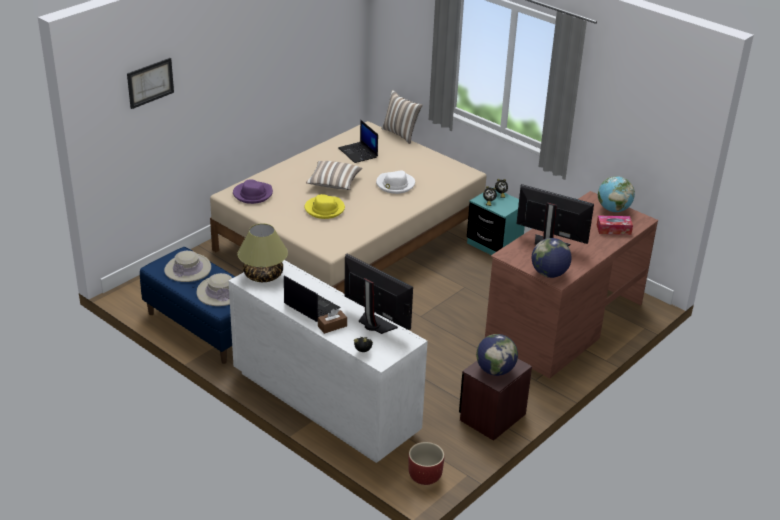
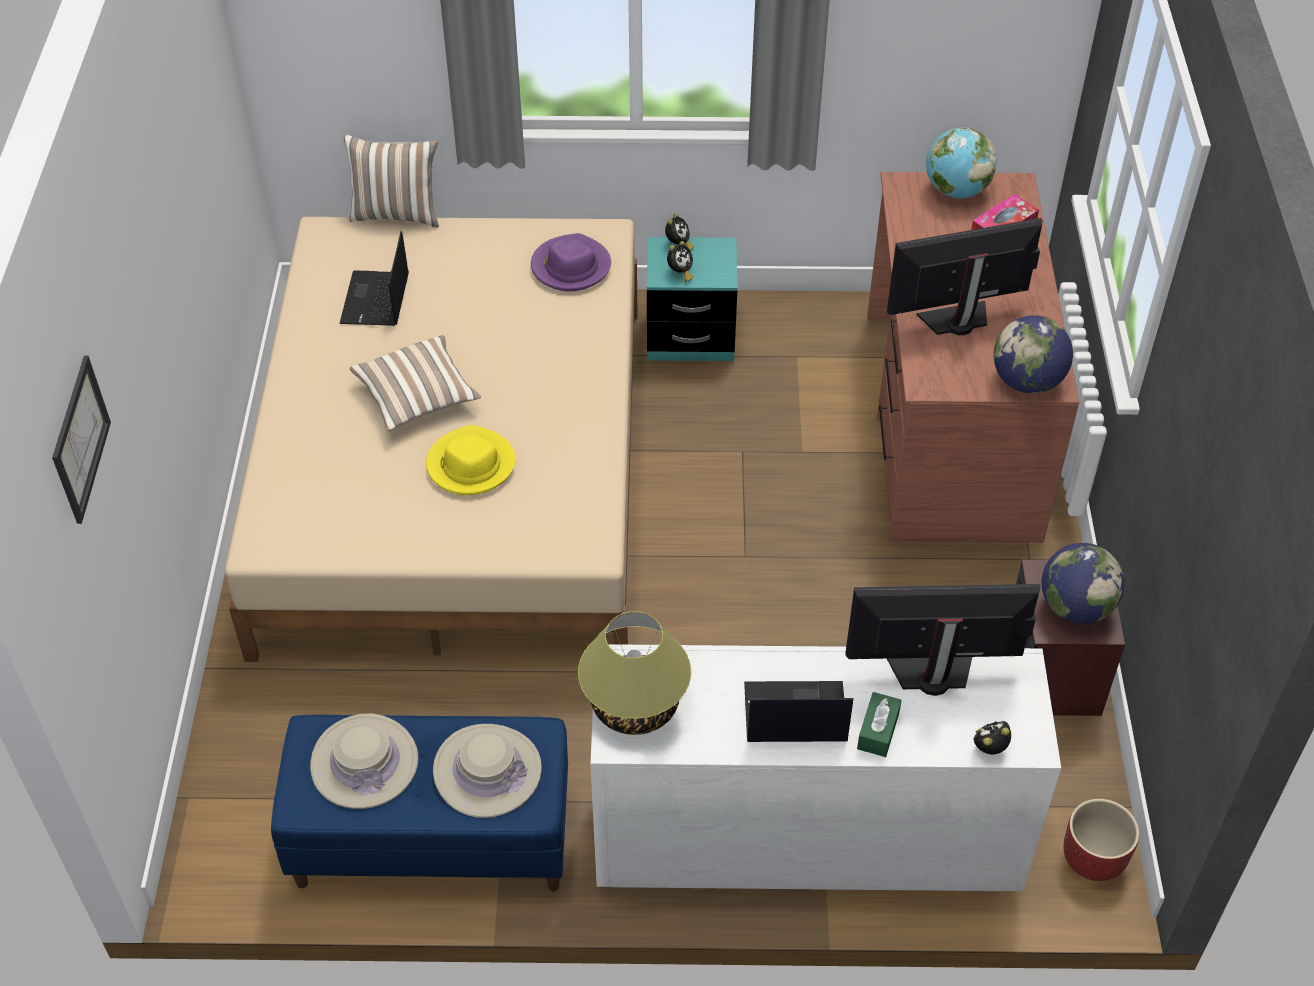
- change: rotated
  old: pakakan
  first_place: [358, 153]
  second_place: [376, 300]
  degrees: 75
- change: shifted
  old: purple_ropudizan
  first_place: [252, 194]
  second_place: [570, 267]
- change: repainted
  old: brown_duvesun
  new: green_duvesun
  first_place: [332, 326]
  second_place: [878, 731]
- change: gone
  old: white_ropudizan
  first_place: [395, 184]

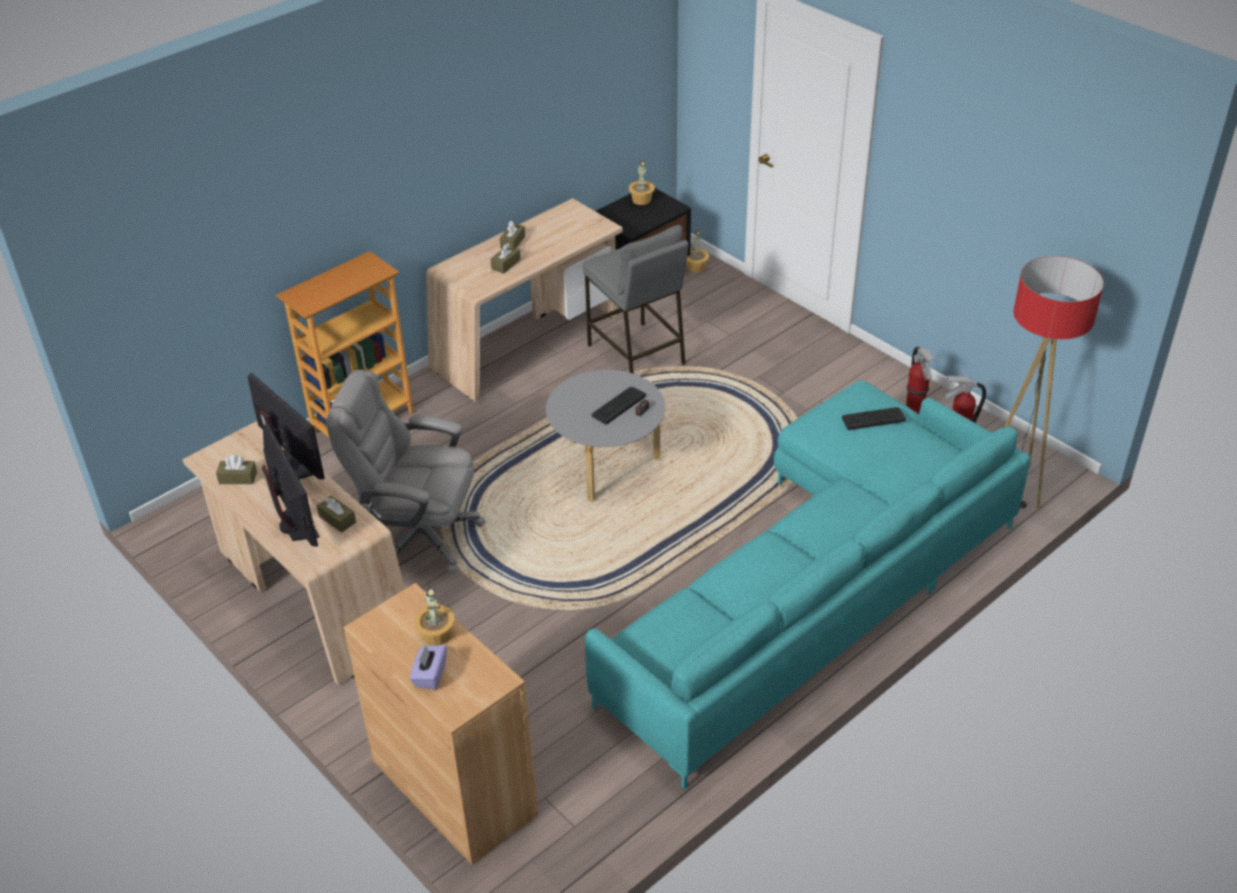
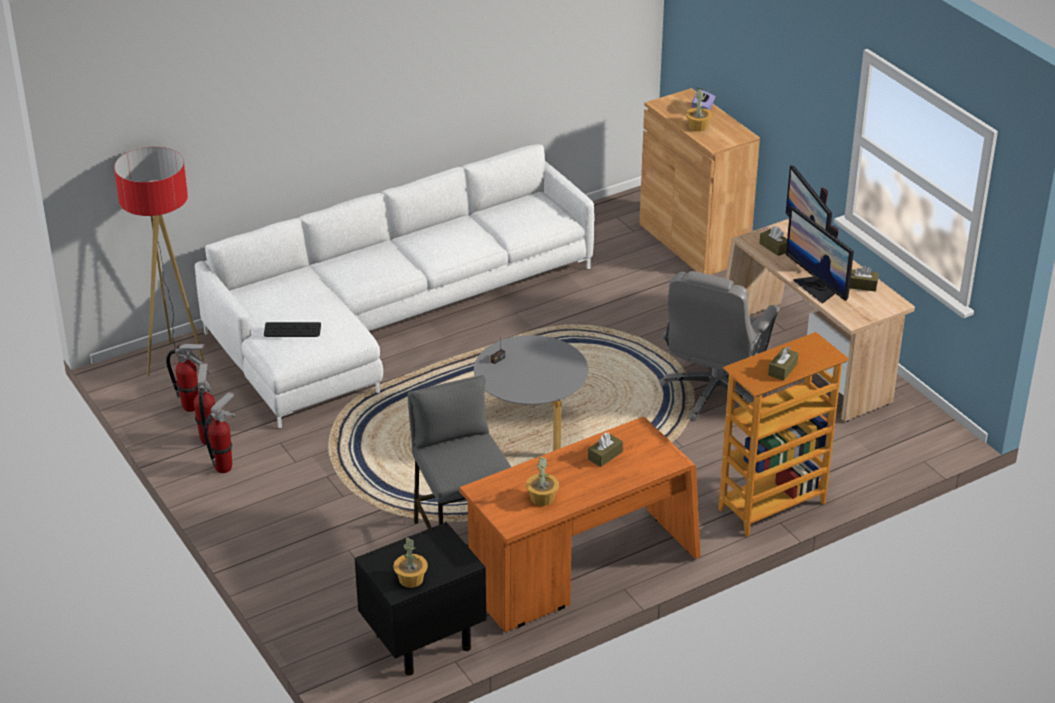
- change: repainted
  old: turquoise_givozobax
  new: white_givozobax
  first_place: [817, 586]
  second_place: [389, 315]
- change: new
  new: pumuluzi
  second_place: [224, 467]
- change: repainted
  old: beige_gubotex
  new: orange_gubotex
  first_place: [528, 343]
  second_place: [582, 573]
- change: shifted
  old: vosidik
  first_place: [696, 267]
  second_place: [542, 498]
- change: rotated
  old: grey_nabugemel
  first_place: [419, 537]
  second_place: [714, 393]
  degrees: 90
- change: shifted
  old: brown_duvesun
  first_place: [513, 242]
  second_place: [782, 369]
- change: gone
  old: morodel
  first_place: [618, 405]

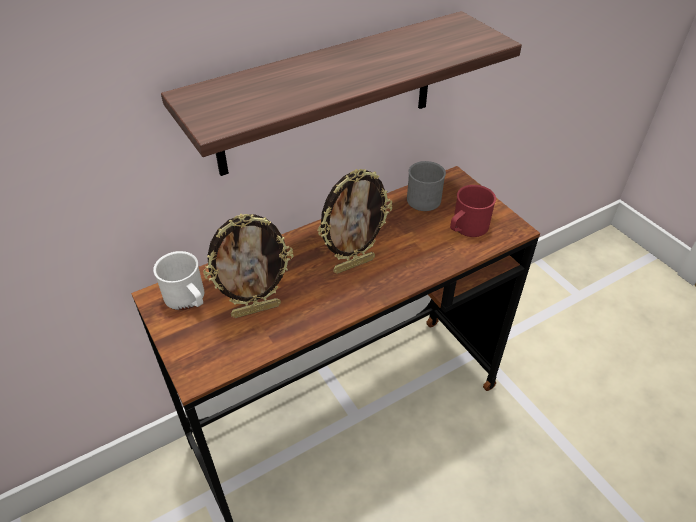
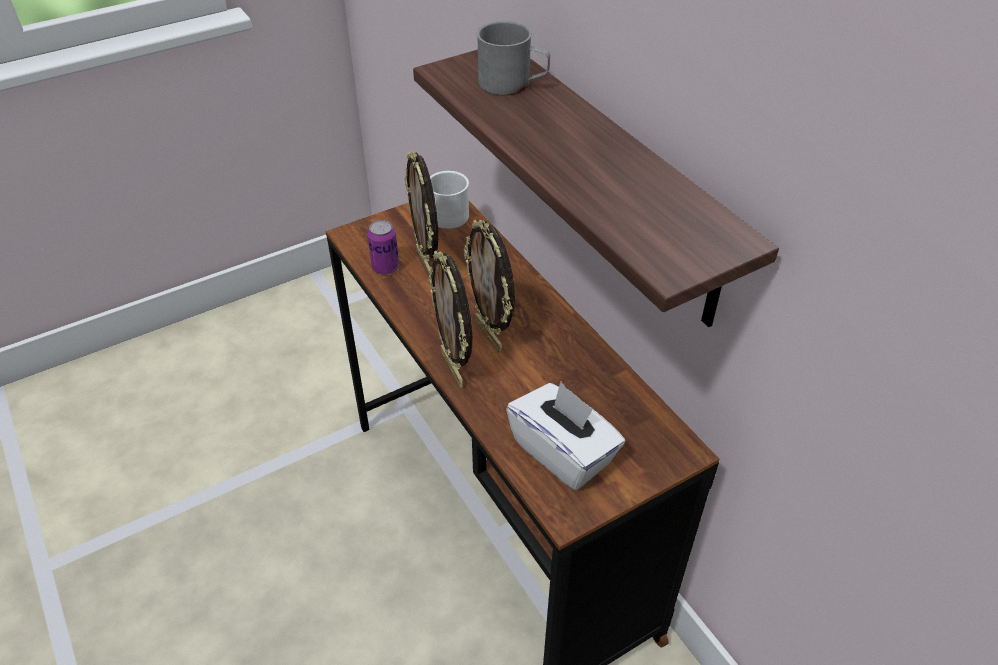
- change: new
  new: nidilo
  second_place: [385, 267]
- change: new
  new: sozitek
  second_place: [454, 369]
- change: shifted
  old: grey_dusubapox
  first_place: [425, 196]
  second_place: [513, 84]
- change: swapped
  old: red_dusubapox
  new: white_duvesun
  first_place: [466, 228]
  second_place: [563, 453]

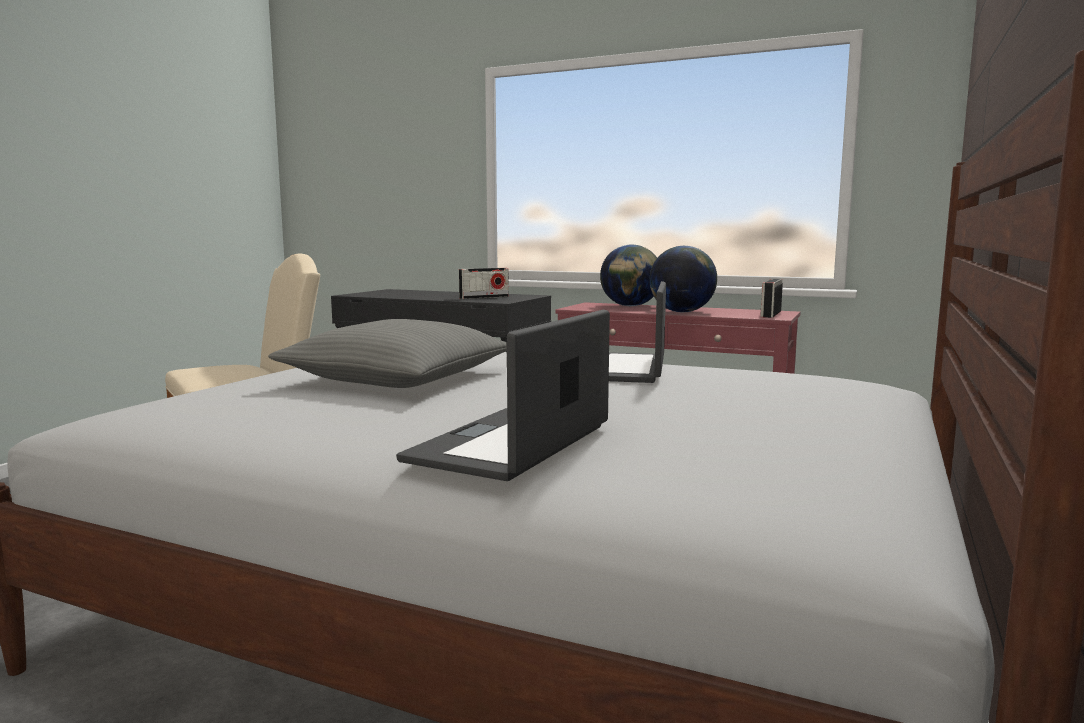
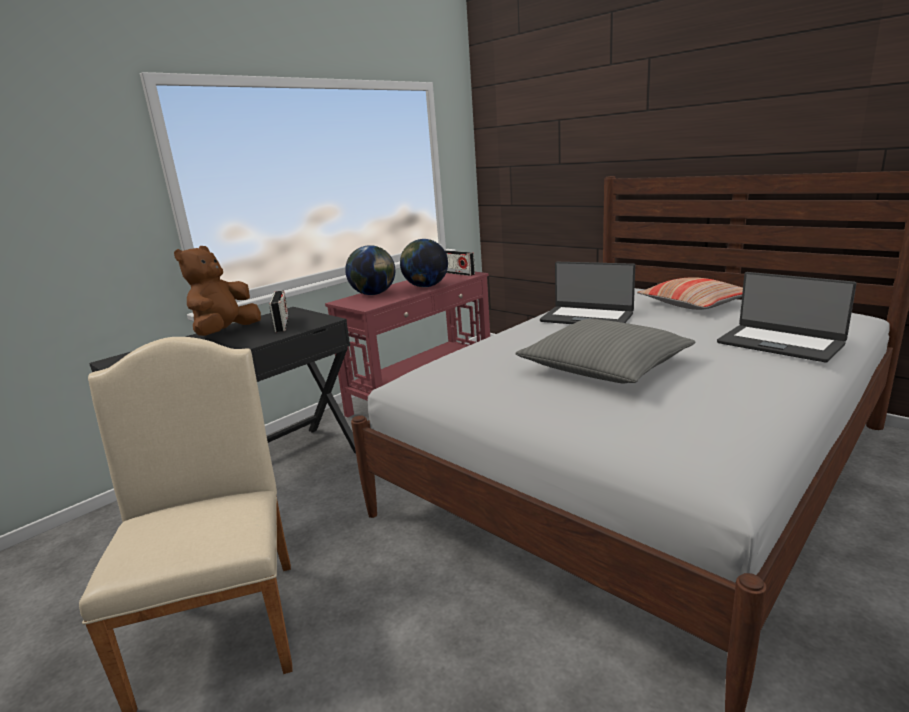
- change: new
  new: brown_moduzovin
  second_place: [225, 333]
- change: new
  new: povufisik
  second_place: [694, 304]

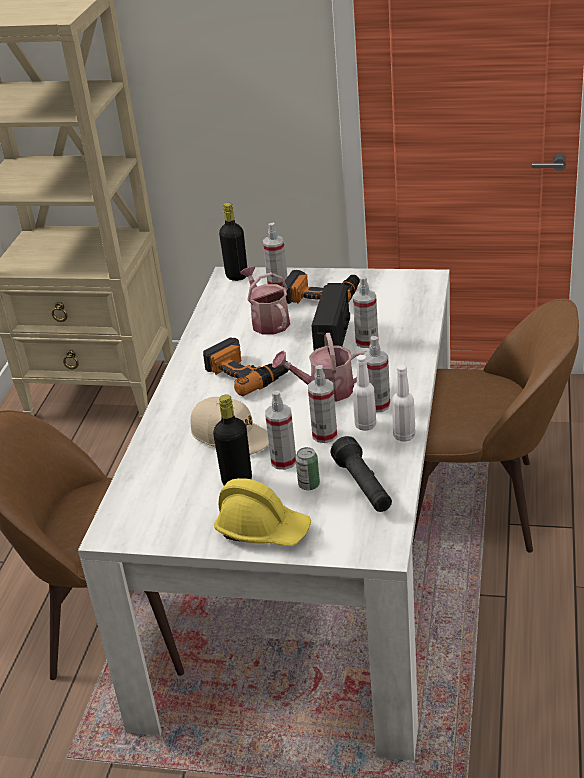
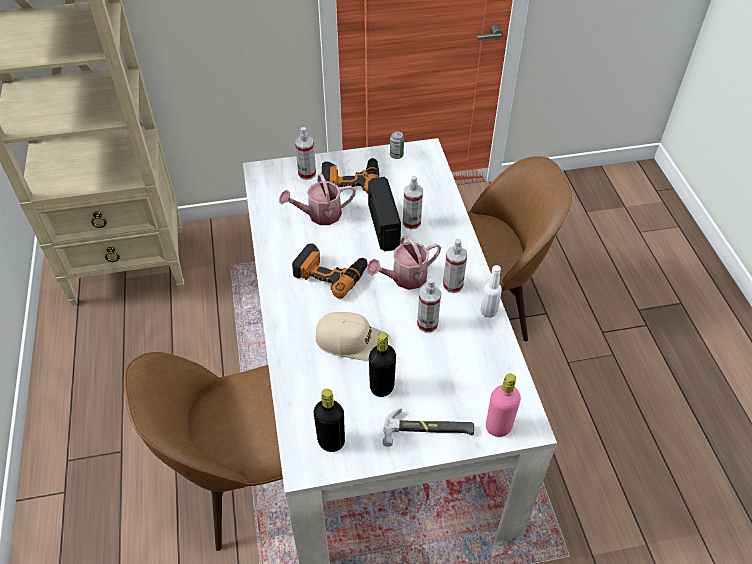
- change: rotated
  old: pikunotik
  first_place: [268, 321]
  second_place: [319, 215]
  degrees: -60
- change: shifted
  old: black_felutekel
  first_place: [237, 276]
  second_place: [331, 441]
- change: swapped
  old: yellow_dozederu
  new: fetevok
  first_place: [263, 529]
  second_place: [428, 431]
- change: shifted
  old: nidilo
  first_place: [309, 485]
  second_place: [396, 155]
- change: new
  new: pink_felutekel
  second_place: [498, 427]
- change: gone
  old: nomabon
  first_place: [283, 461]
- change: gone
  old: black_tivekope
  first_place: [363, 486]
- change: gone
  old: white_felutekel
  first_place: [365, 425]

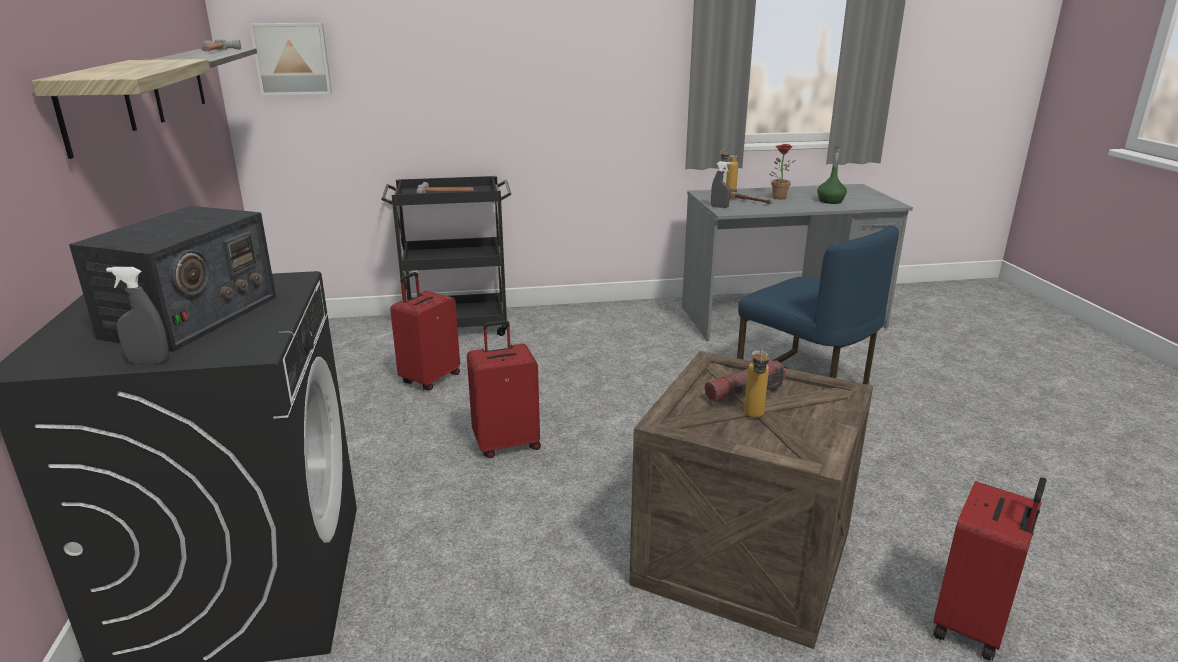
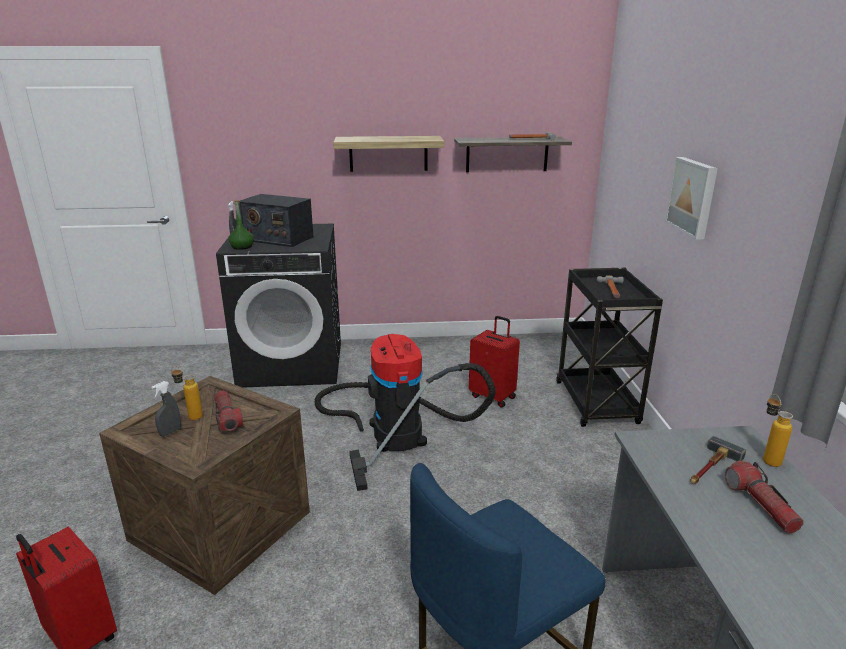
- change: shifted
  old: grey_nomabon
  first_place: [719, 207]
  second_place: [170, 432]
- change: shifted
  old: green_felutekel
  first_place: [830, 201]
  second_place: [242, 247]
- change: swapped
  old: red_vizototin
  new: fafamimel
  first_place: [506, 443]
  second_place: [394, 430]
- change: shifted
  old: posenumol
  first_place: [292, 59]
  second_place: [693, 197]
- change: swapped
  old: vosidik
  new: tivekope
  first_place: [777, 197]
  second_place: [760, 505]

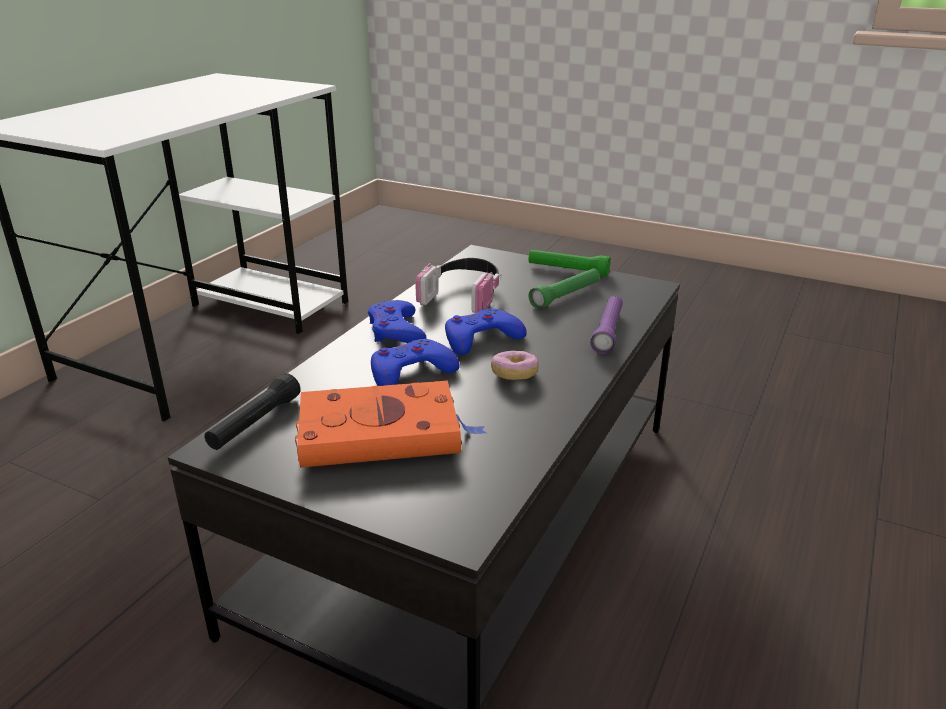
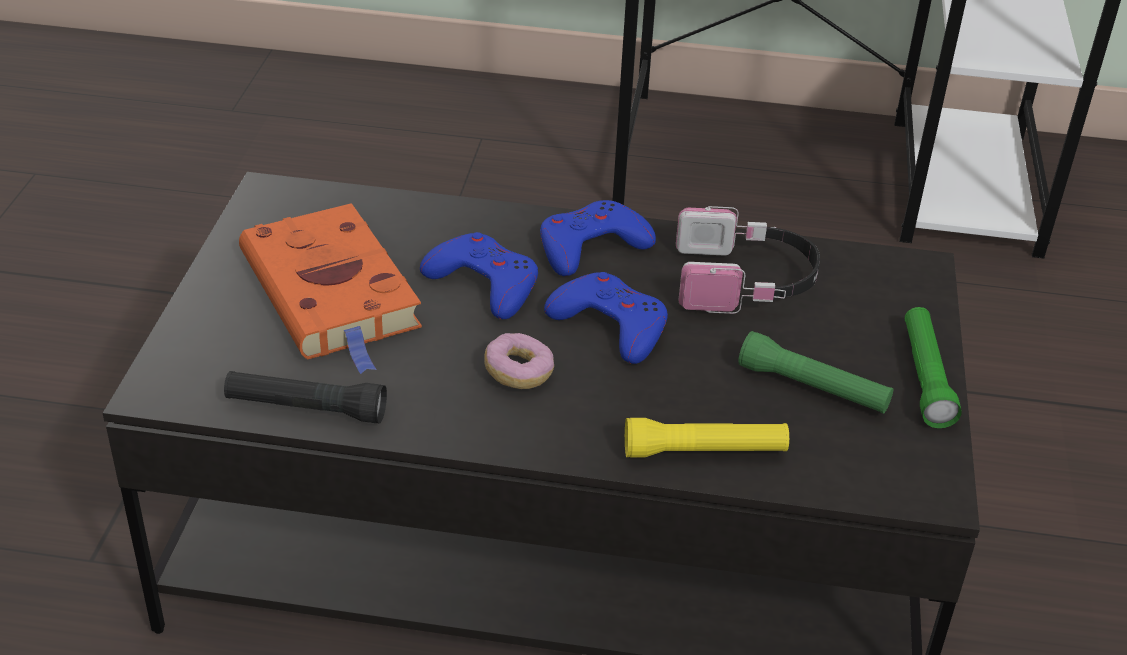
- change: shifted
  old: black_tivekope
  first_place: [255, 423]
  second_place: [306, 408]
- change: repainted
  old: purple_tivekope
  new: yellow_tivekope
  first_place: [608, 332]
  second_place: [704, 451]

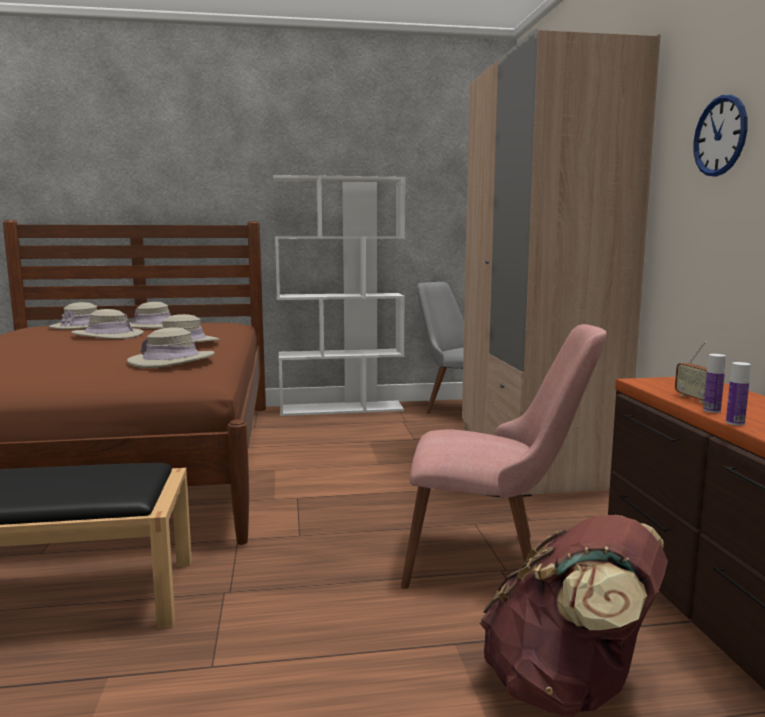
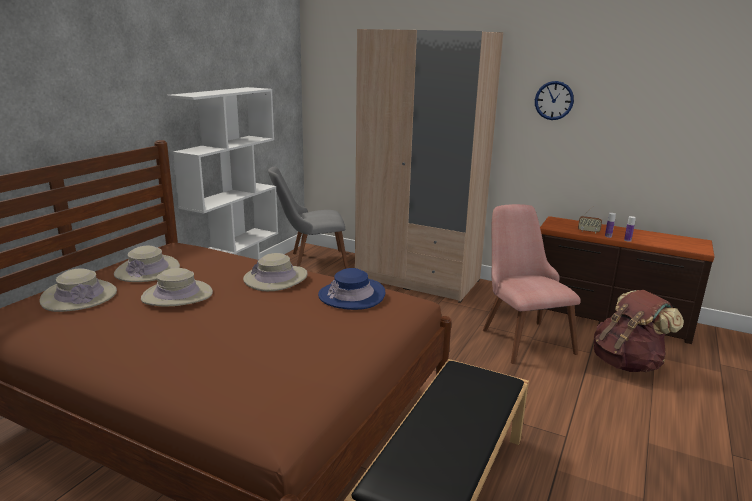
- change: repainted
  old: beige_ropudizan
  new: blue_ropudizan
  first_place: [172, 360]
  second_place: [352, 295]
- change: rotated
  old: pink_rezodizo
  first_place: [493, 559]
  second_place: [521, 336]
  degrees: -60

